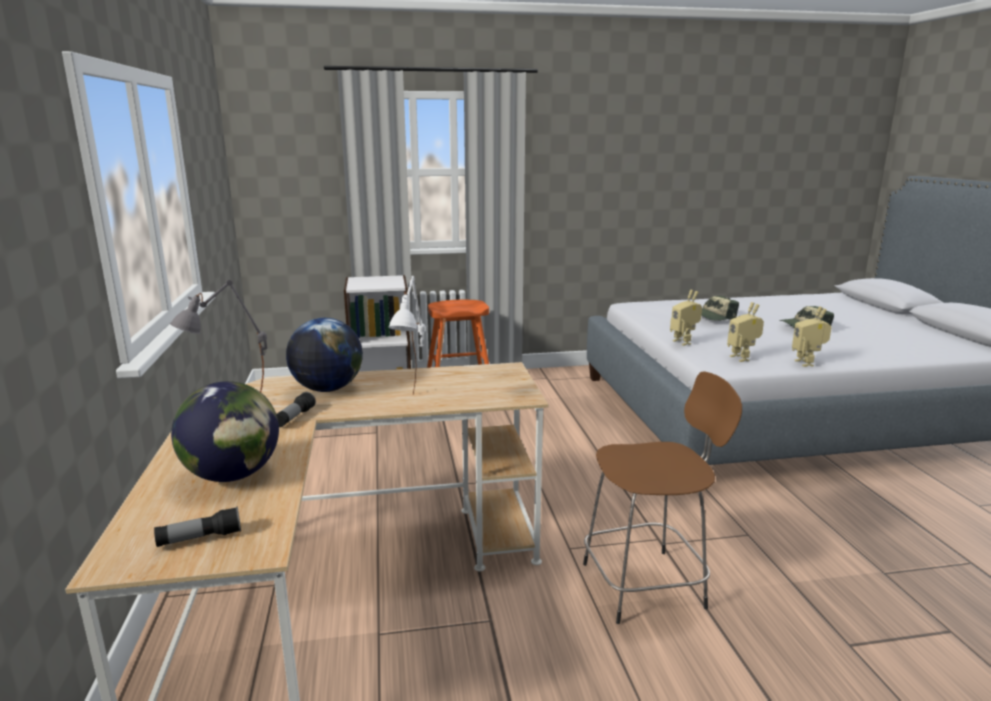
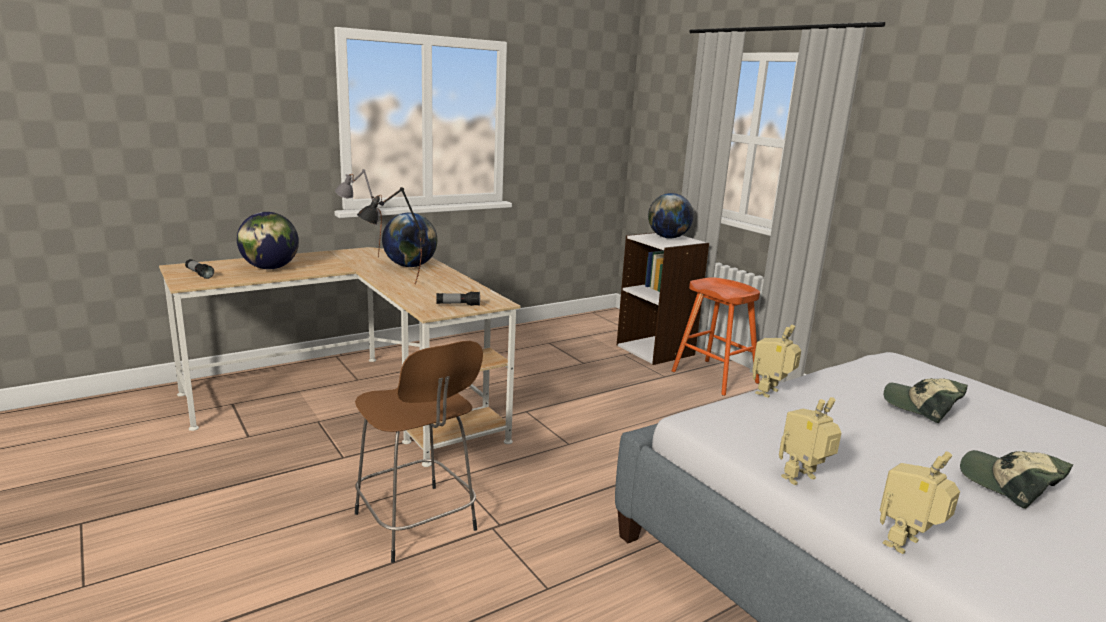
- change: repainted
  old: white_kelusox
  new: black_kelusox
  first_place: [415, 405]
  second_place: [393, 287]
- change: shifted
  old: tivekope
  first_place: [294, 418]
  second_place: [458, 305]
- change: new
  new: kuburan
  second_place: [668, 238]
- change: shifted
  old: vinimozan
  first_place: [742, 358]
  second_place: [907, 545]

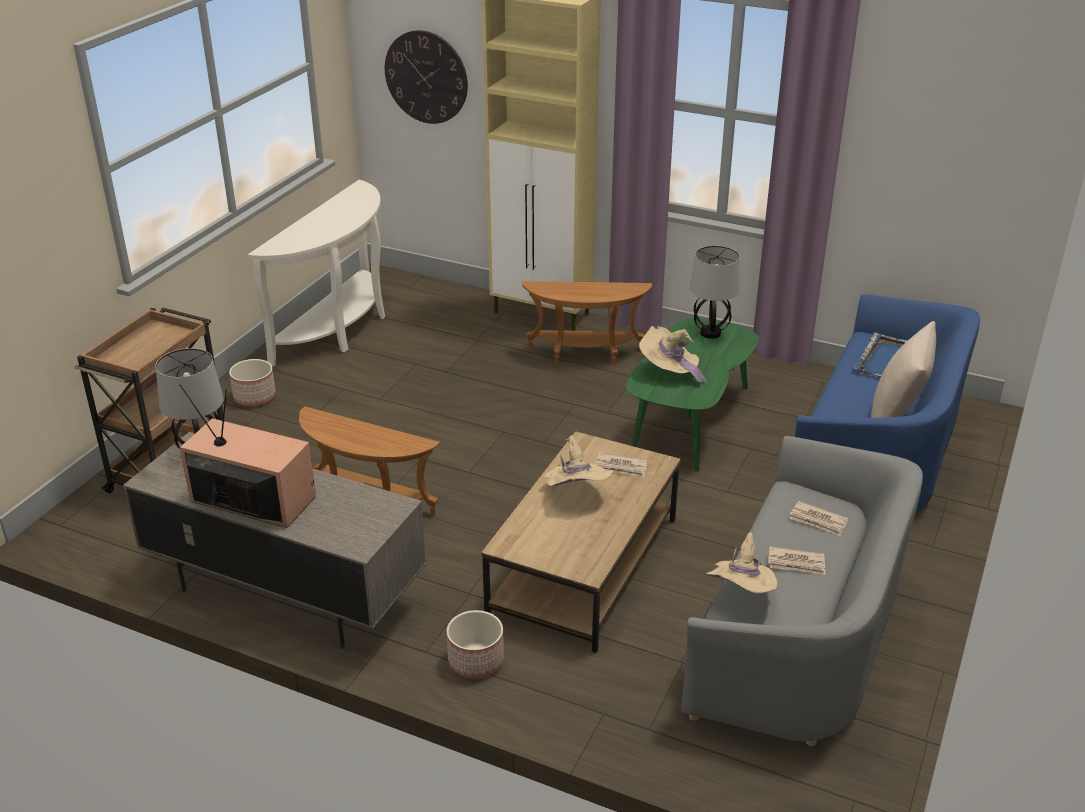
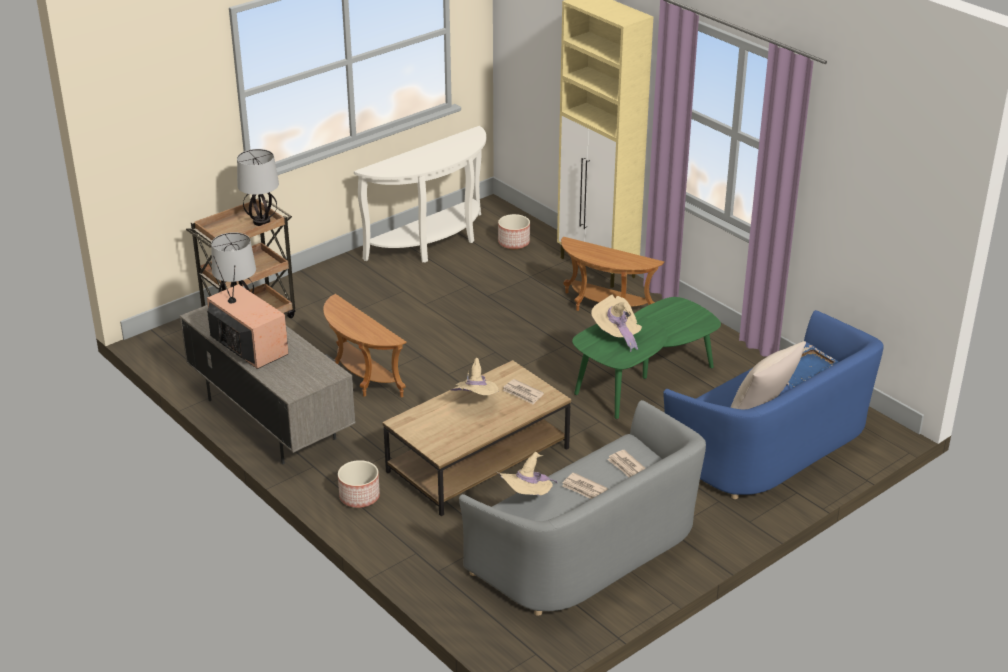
- change: shifted
  old: kelusox
  first_place: [710, 333]
  second_place: [262, 221]
- change: shifted
  old: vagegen
  first_place: [254, 397]
  second_place: [513, 243]
- change: gone
  old: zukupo
  first_place: [426, 77]

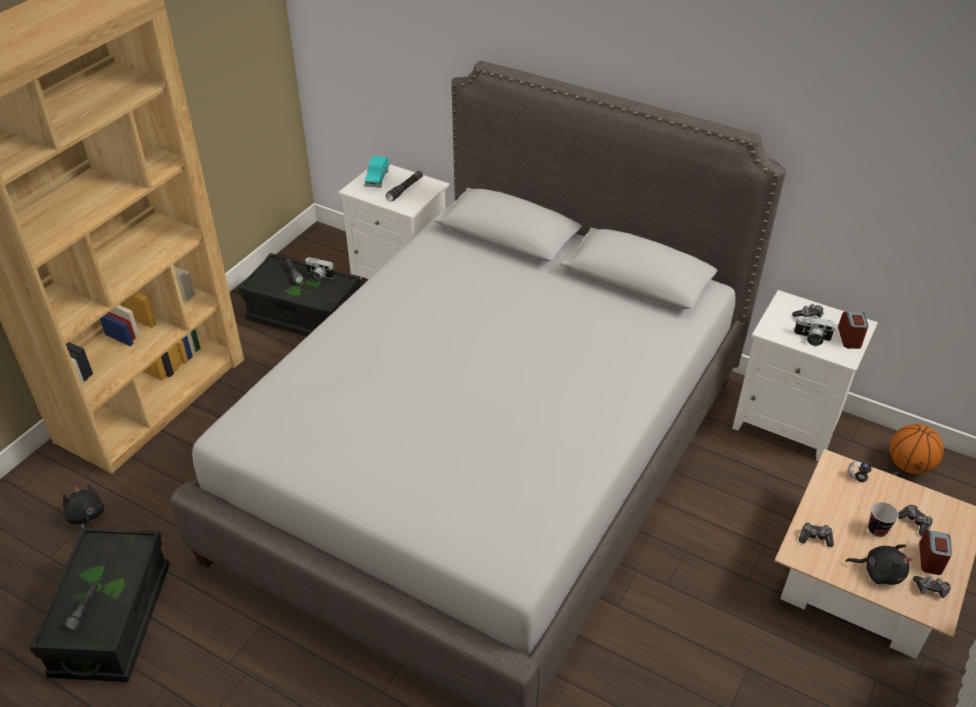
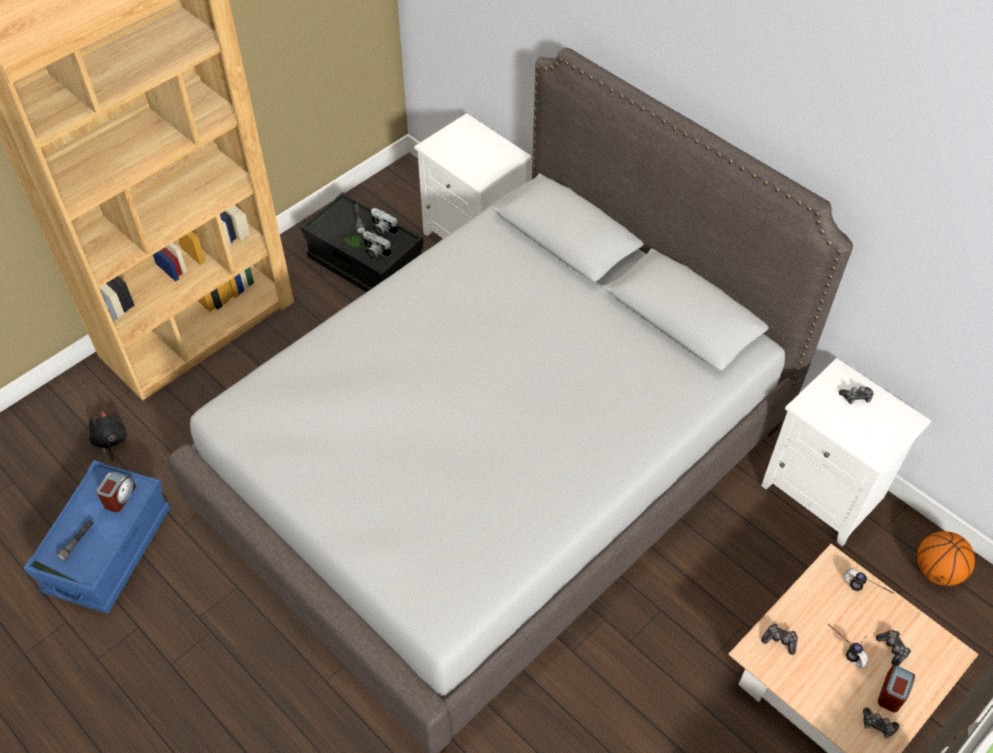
- change: repainted
  old: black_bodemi
  new: blue_bodemi
  first_place: [112, 620]
  second_place: [109, 550]
- change: shifted
  old: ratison
  first_place: [850, 338]
  second_place: [119, 497]
- change: shifted
  old: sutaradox
  first_place: [811, 338]
  second_place: [375, 252]
- change: swapped
  old: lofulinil
  new: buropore
  first_place: [877, 530]
  second_place: [849, 647]
- change: gone
  old: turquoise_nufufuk
  first_place: [377, 178]
- change: gone
  old: black_tivekope
  first_place: [405, 189]
- change: gone
  old: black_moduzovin
  first_place: [879, 572]

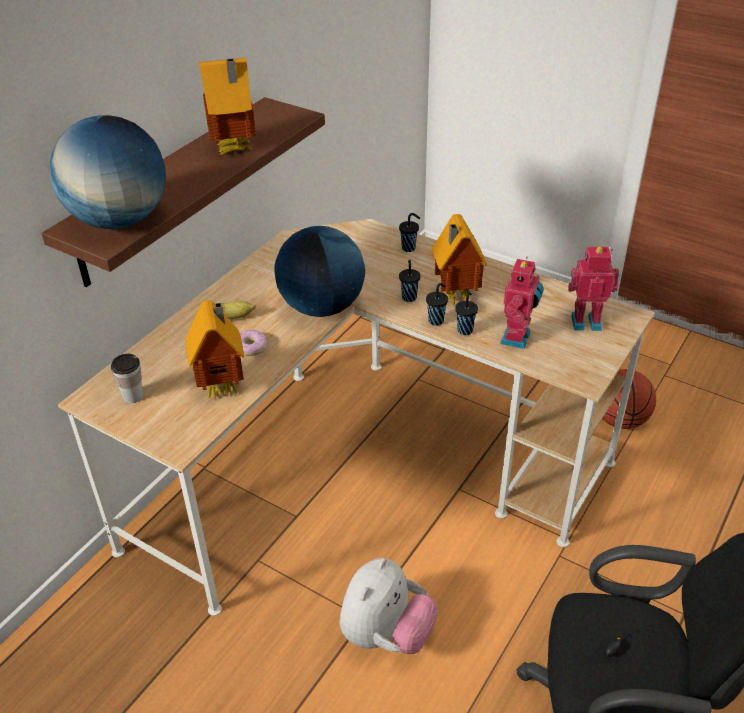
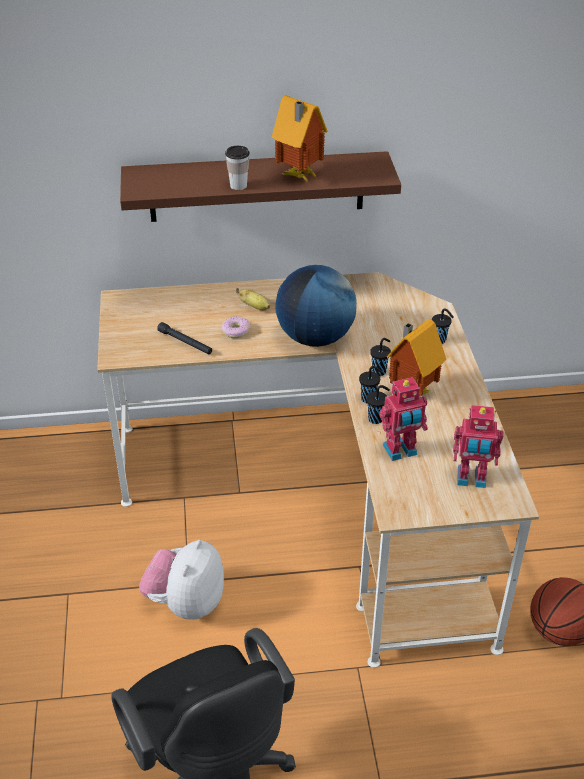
- change: rotated
  old: moduzovin
  first_place: [386, 634]
  second_place: [186, 602]
  degrees: 120
- change: swapped
  old: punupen
  new: black_tivekope
  first_place: [223, 387]
  second_place: [185, 342]
- change: shifted
  old: lofulinil
  first_place: [133, 396]
  second_place: [238, 186]
- change: rotated
  old: vinimozan
  first_place: [585, 321]
  second_place: [471, 479]
  degrees: 135
- change: gone
  old: kuburan
  first_place: [119, 220]

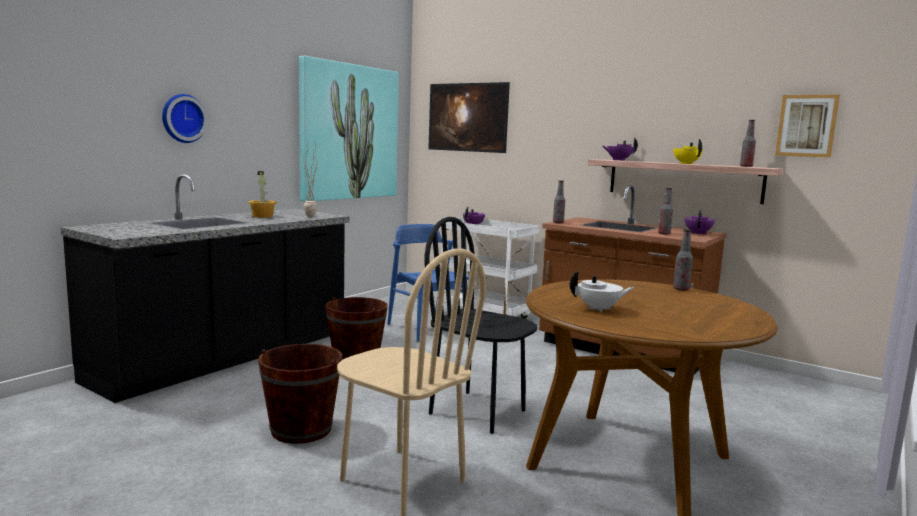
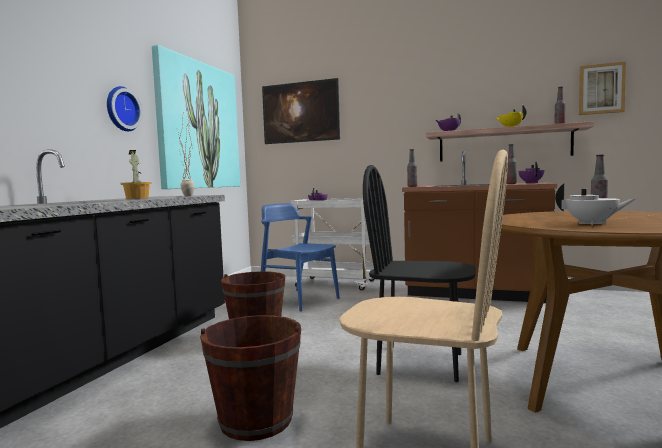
- change: shifted
  old: zukupo
  first_place: [182, 118]
  second_place: [121, 109]
- change: rotated
  old: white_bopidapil
  first_place: [599, 309]
  second_place: [592, 224]
  degrees: 45

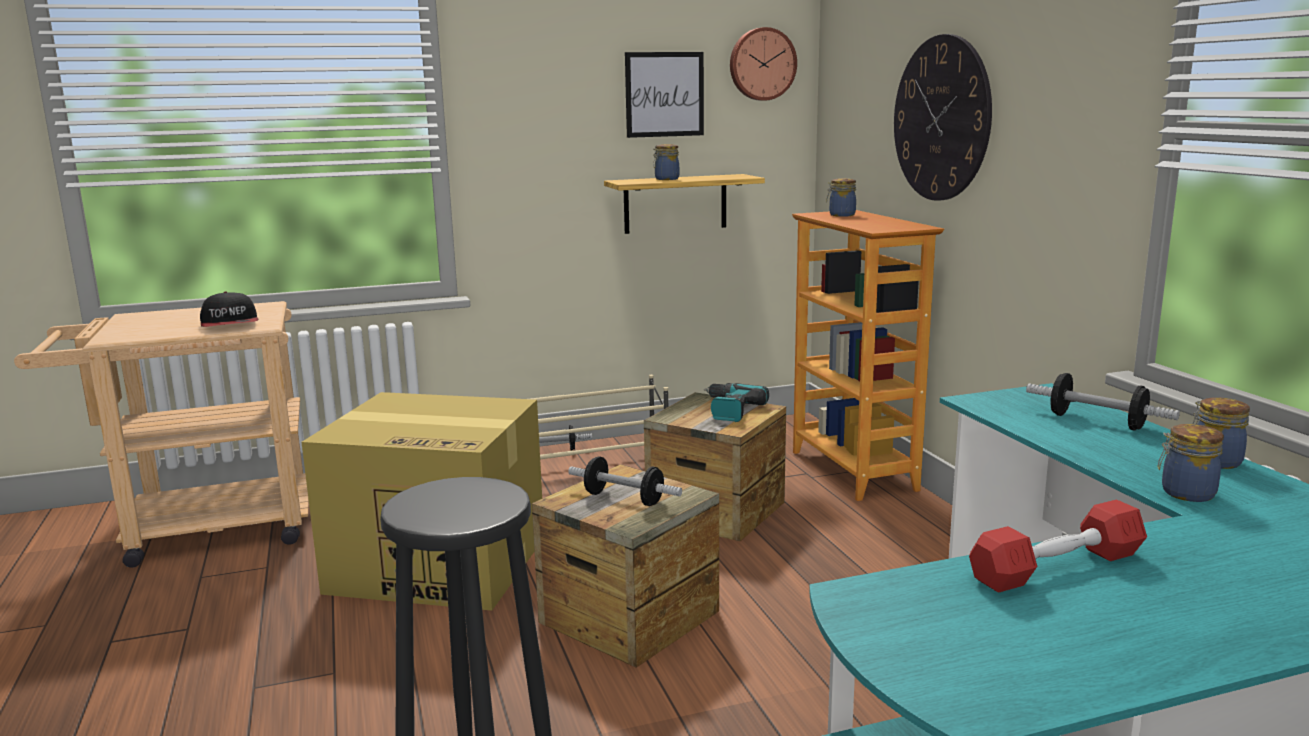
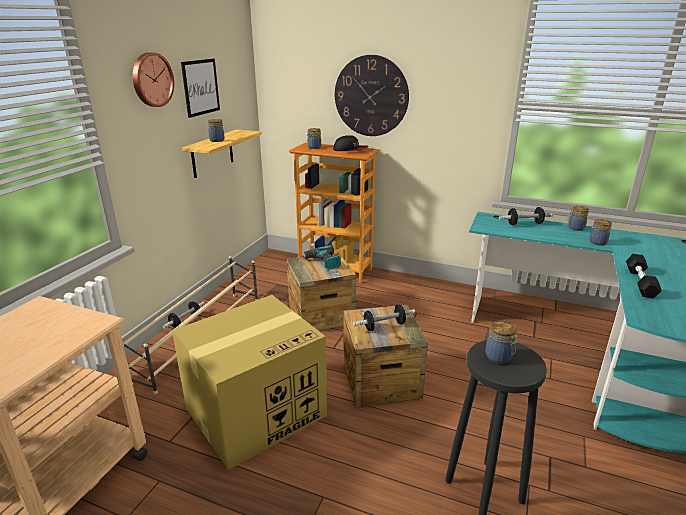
- change: shifted
  old: zukupo
  first_place: [761, 64]
  second_place: [151, 80]
- change: shifted
  old: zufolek
  first_place: [230, 324]
  second_place: [351, 149]
- change: new
  new: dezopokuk
  second_place: [499, 357]
- change: repainted
  old: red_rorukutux
  new: black_rorukutux
  first_place: [1057, 567]
  second_place: [640, 282]

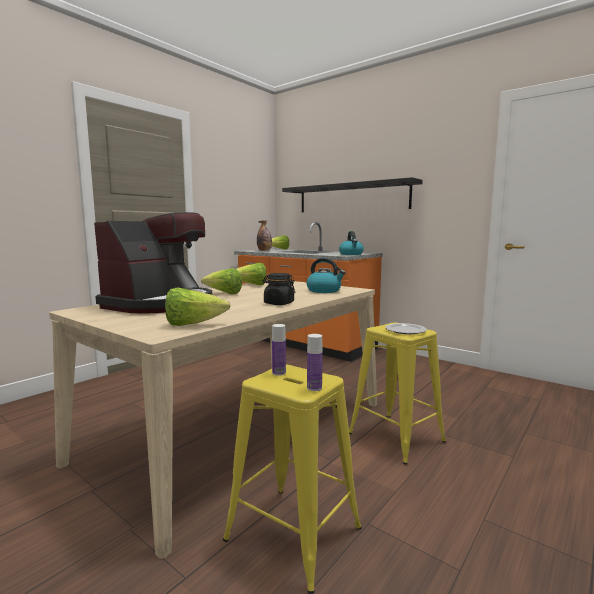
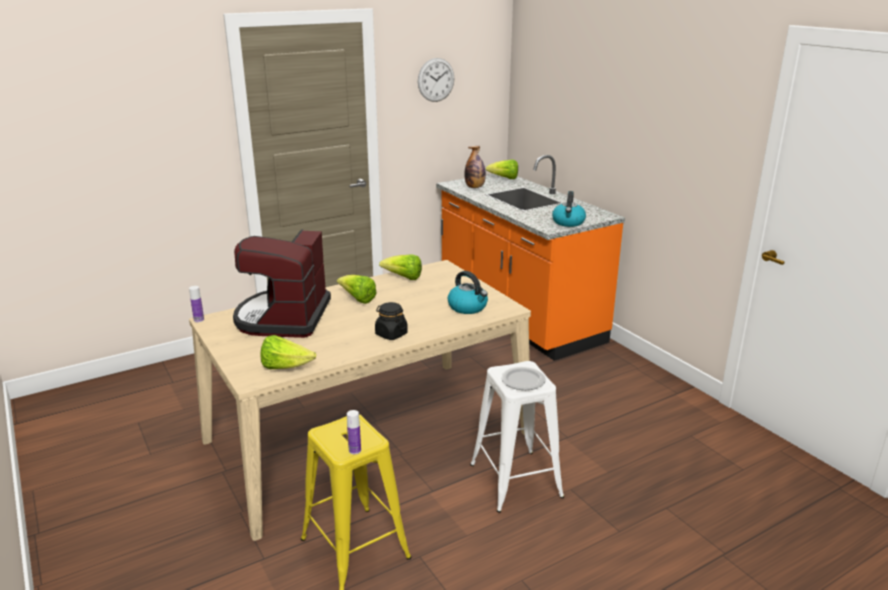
- change: shifted
  old: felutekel
  first_place: [279, 373]
  second_place: [199, 320]
- change: rotated
  old: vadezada
  first_place: [160, 304]
  second_place: [283, 318]
  degrees: 135
- change: new
  new: zukupo
  second_place: [436, 80]
- change: repainted
  old: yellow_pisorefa
  new: white_pisorefa
  first_place: [396, 437]
  second_place: [515, 480]
- change: gone
  old: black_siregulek
  first_place: [351, 198]

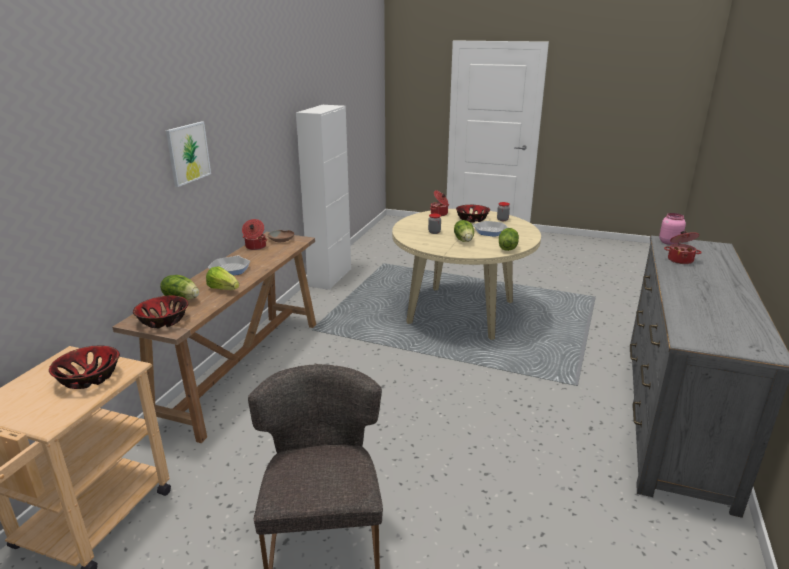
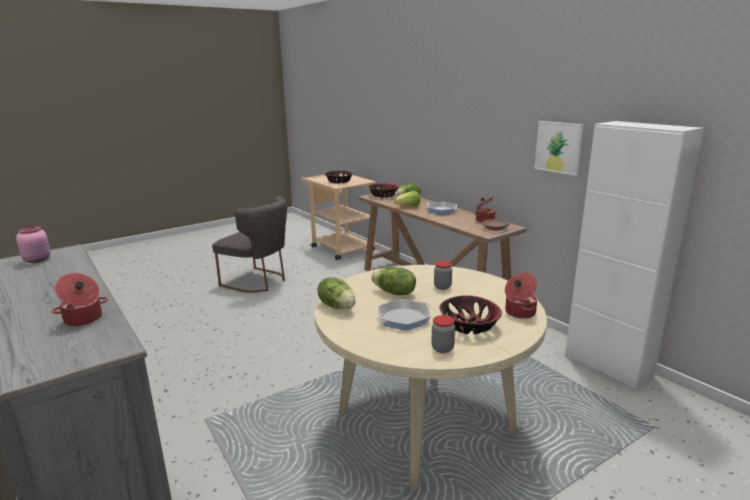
- change: shifted
  old: pink_dezopokuk
  first_place: [668, 242]
  second_place: [38, 260]
- change: shifted
  old: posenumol
  first_place: [188, 153]
  second_place: [558, 147]

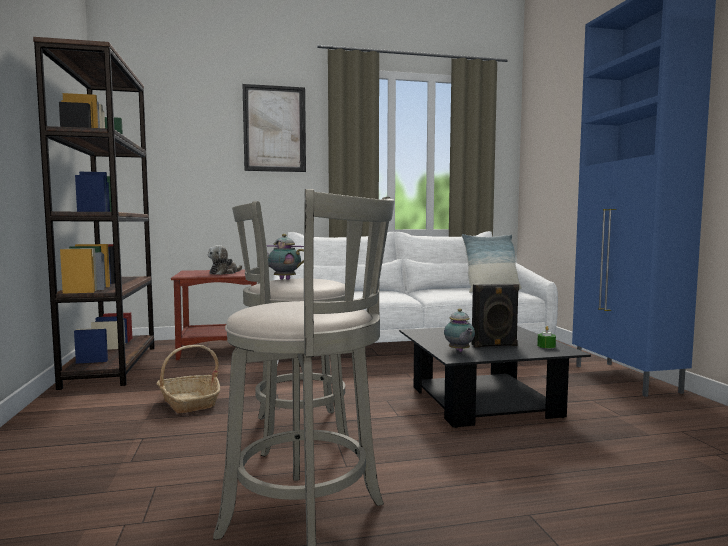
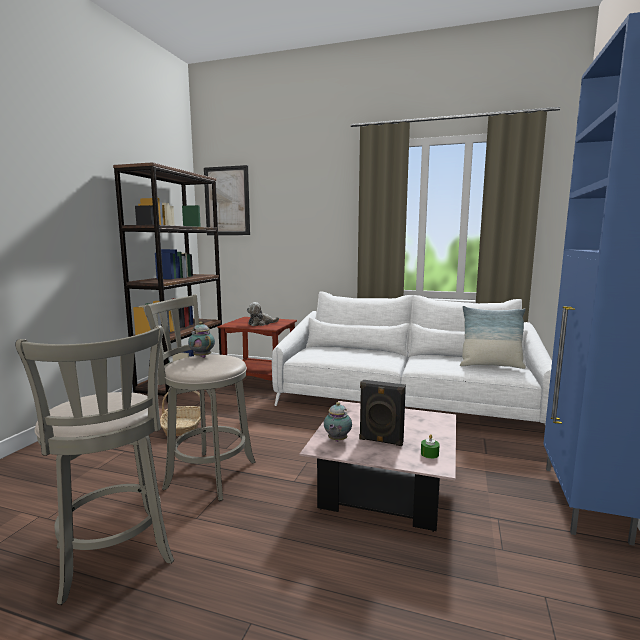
- change: shifted
  old: posenumol
  first_place: [274, 129]
  second_place: [227, 201]
- change: repainted
  old: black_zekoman
  new: pink_zekoman
  first_place: [483, 401]
  second_place: [384, 487]

